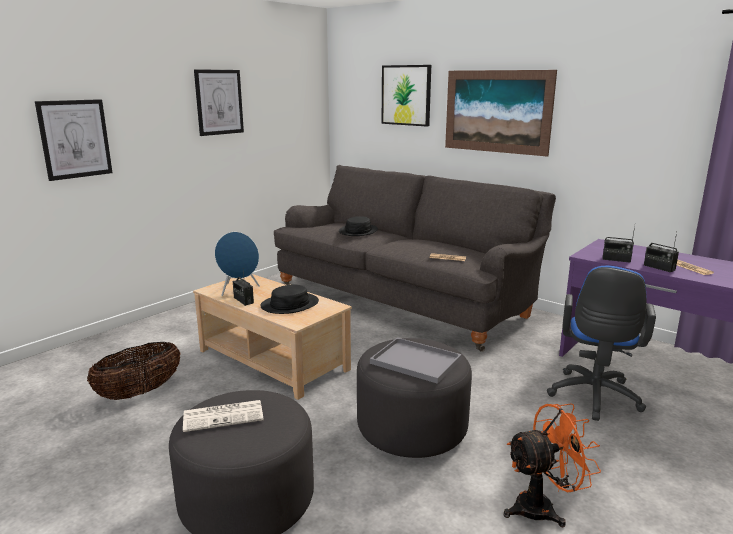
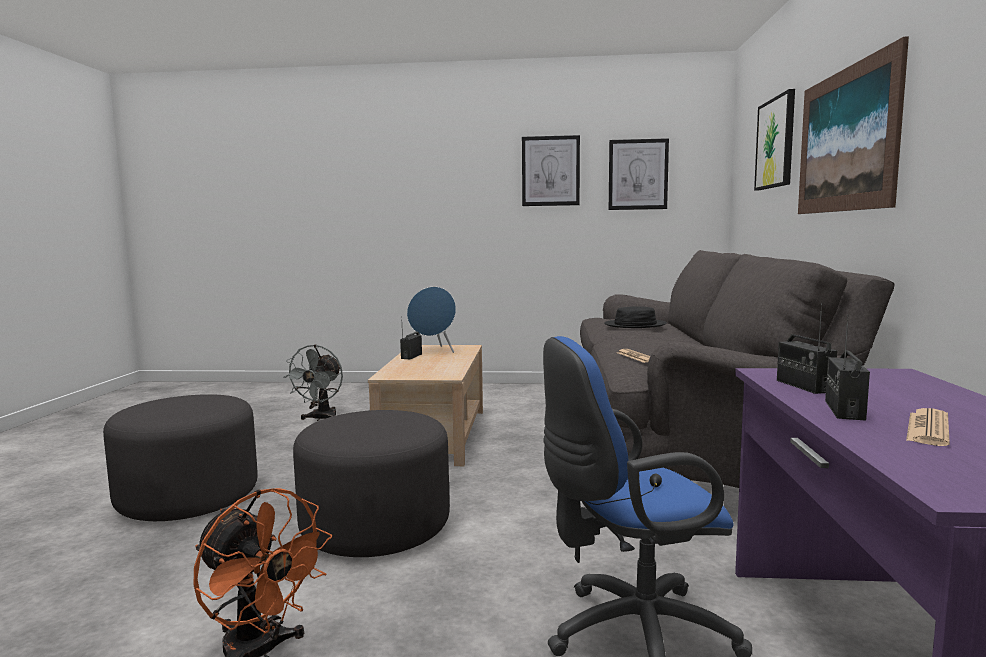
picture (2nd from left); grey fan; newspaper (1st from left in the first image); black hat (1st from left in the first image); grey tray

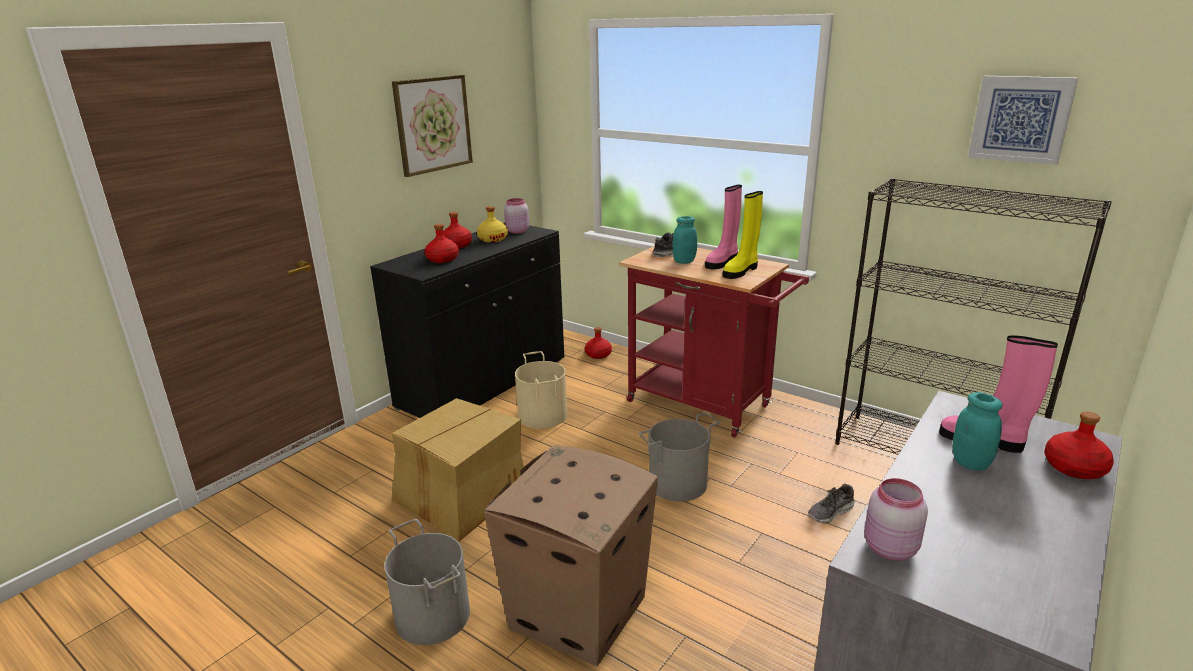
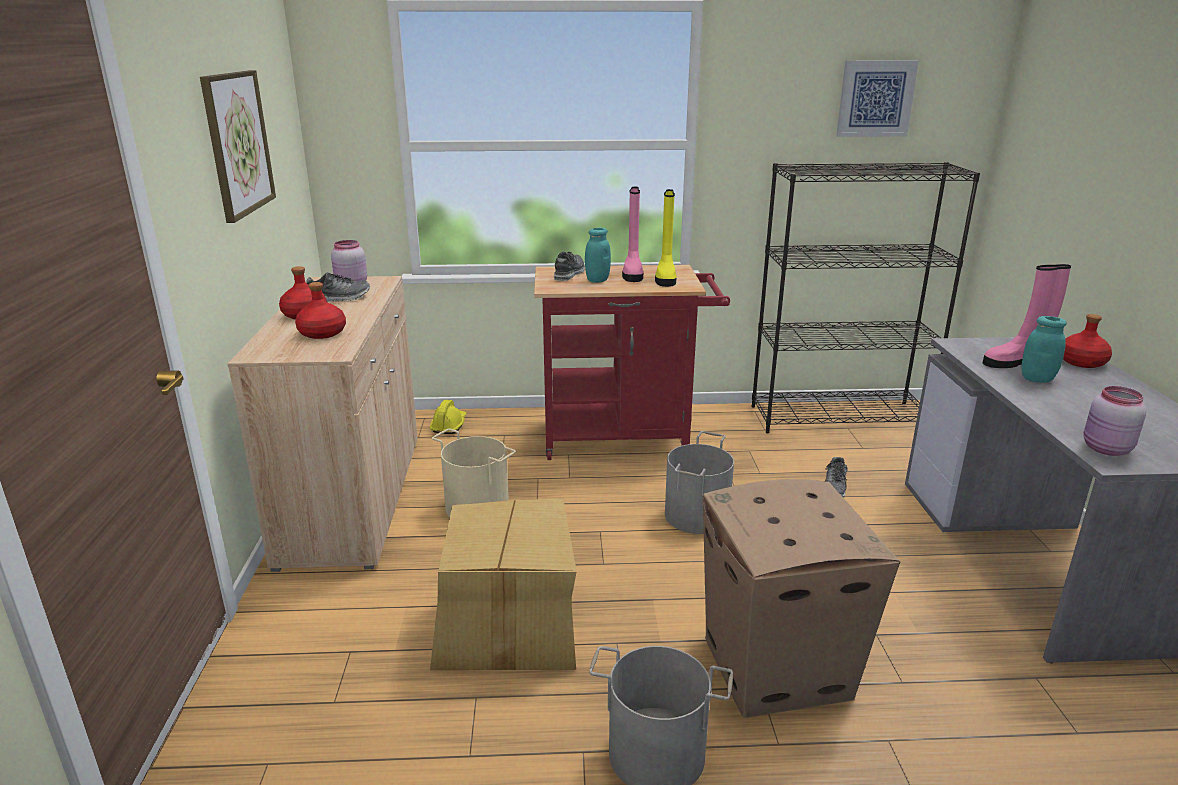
beige cabinet; shoe (1st from left); yellow hard hat

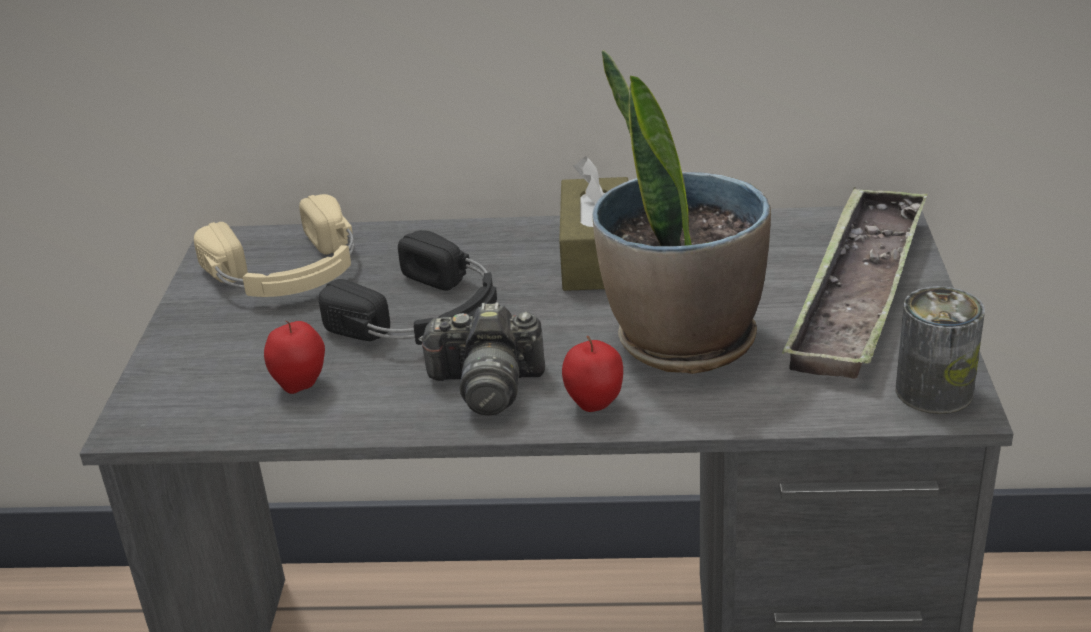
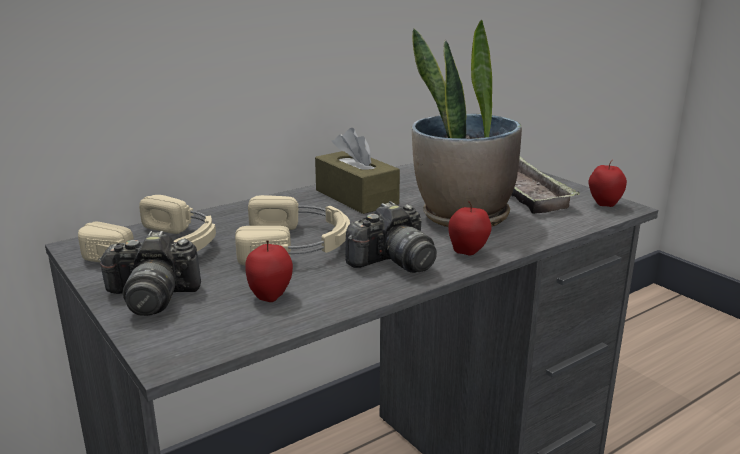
beige headphones (2nd from left); apple (3rd from left); photo camera (1st from left)

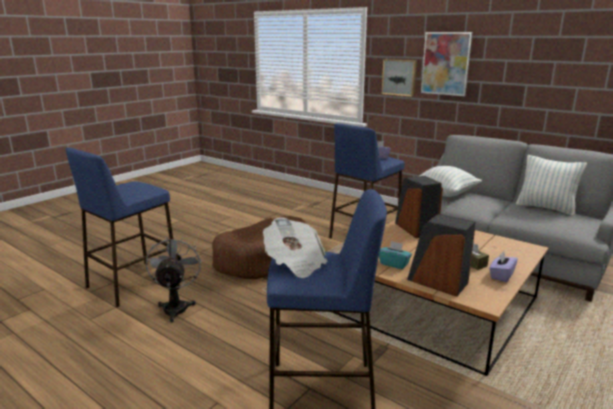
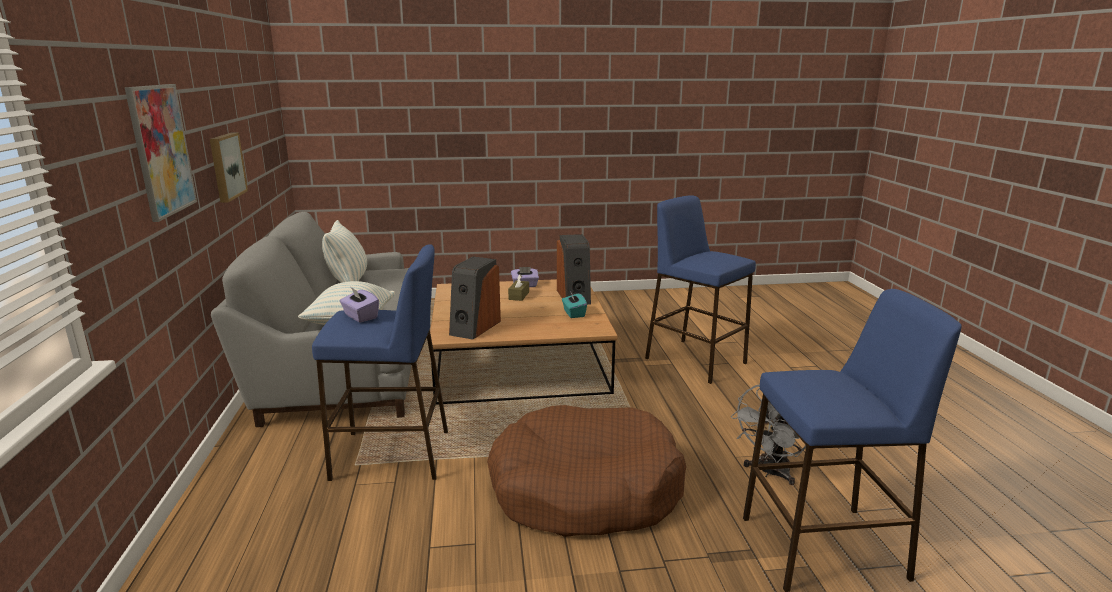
newspaper; picture (2nd from left)

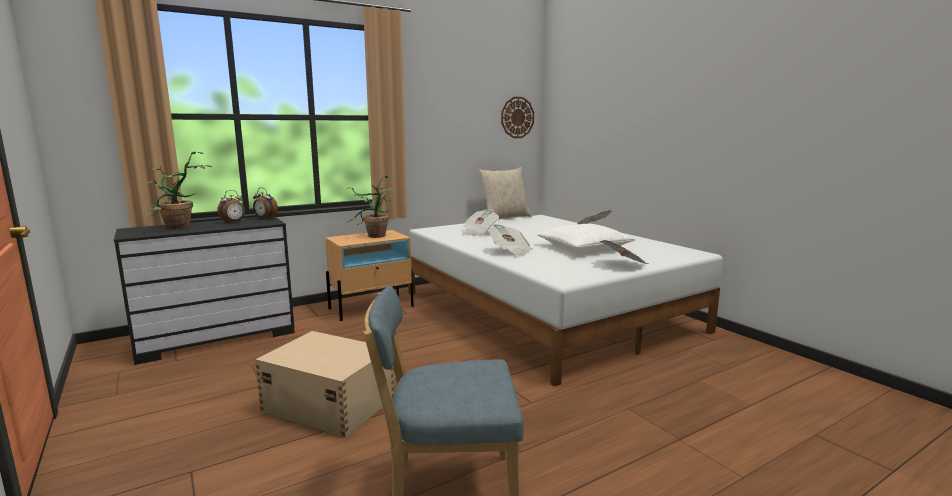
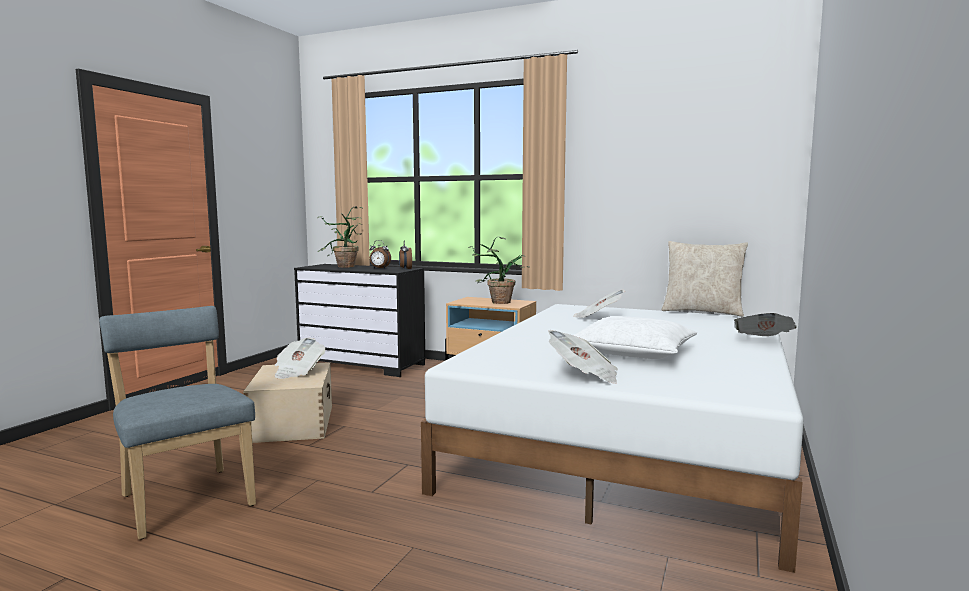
newspaper (1st from left); wall clock

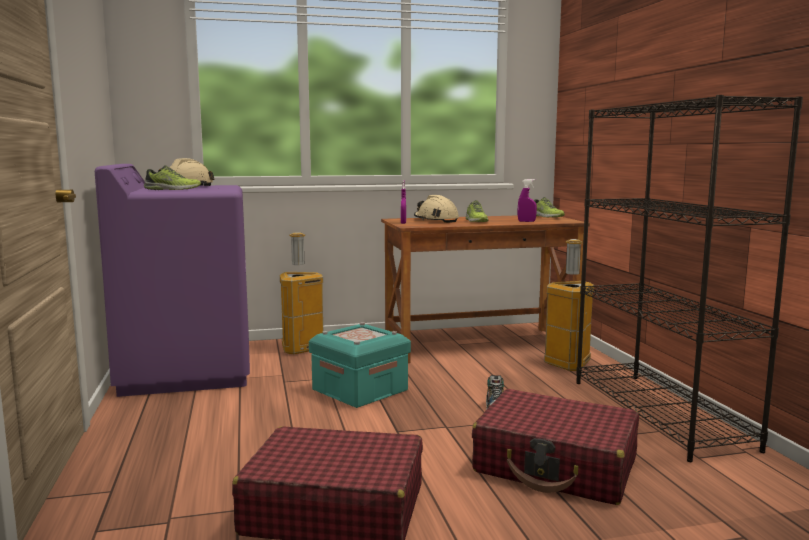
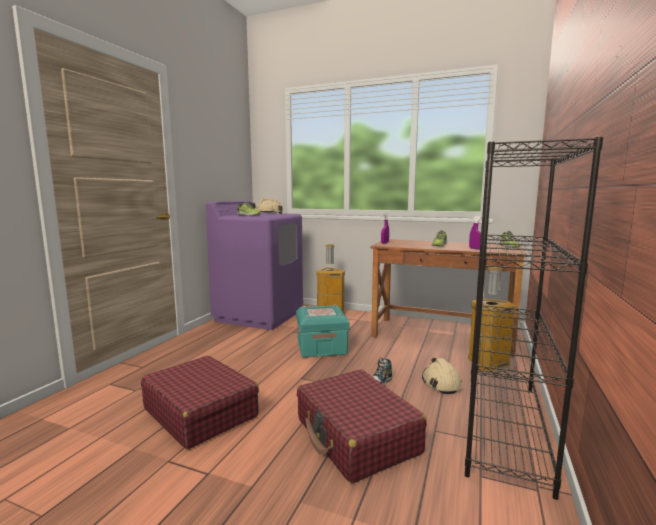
beige hard hat (2nd from left)

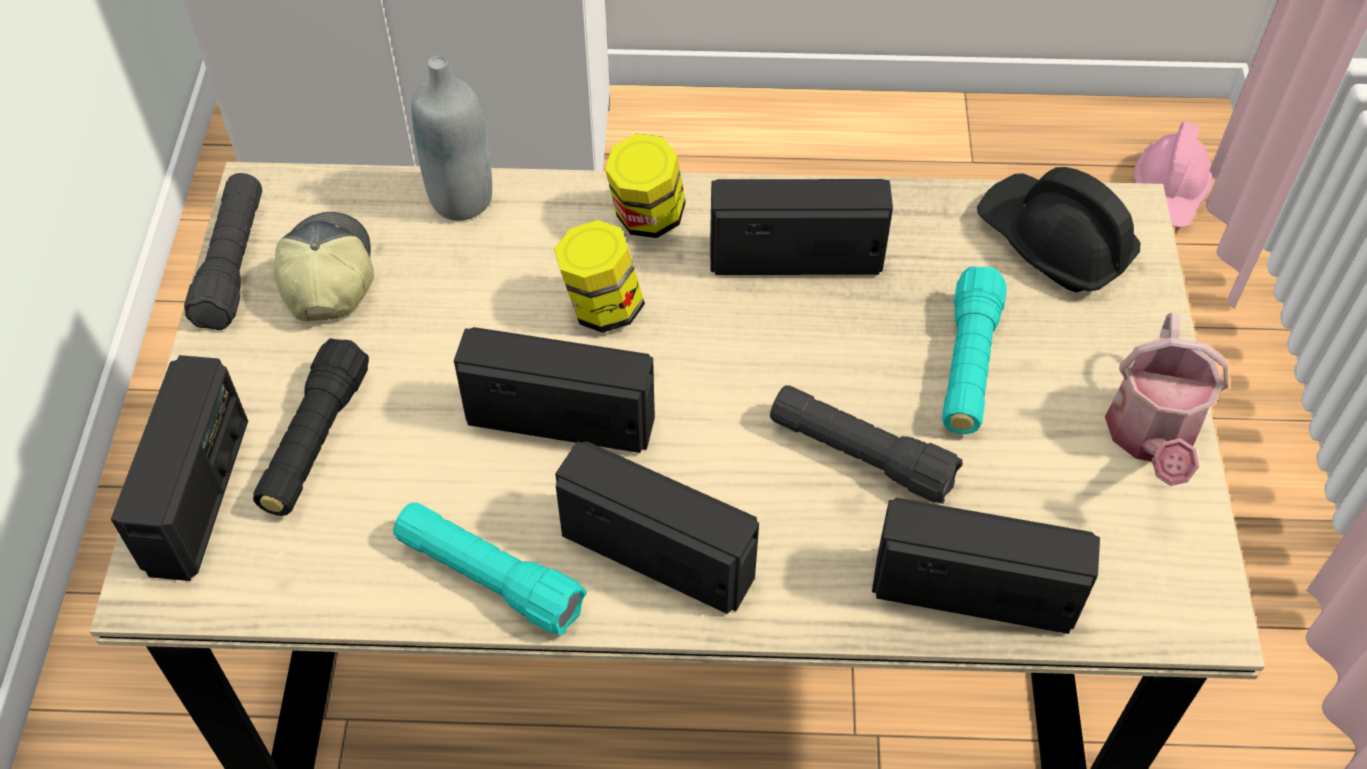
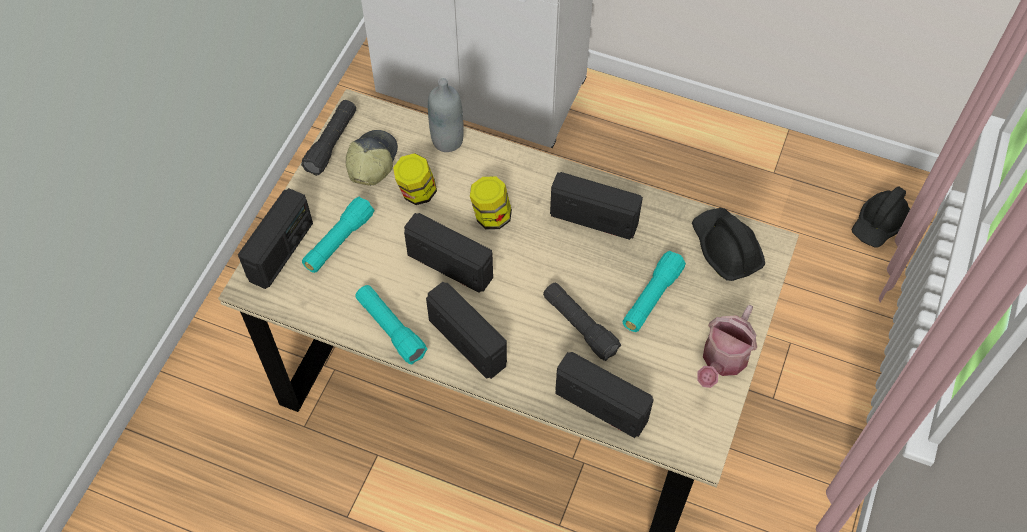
turquoise flashlight (1st from left); jar (1st from left); black hard hat (2nd from left)

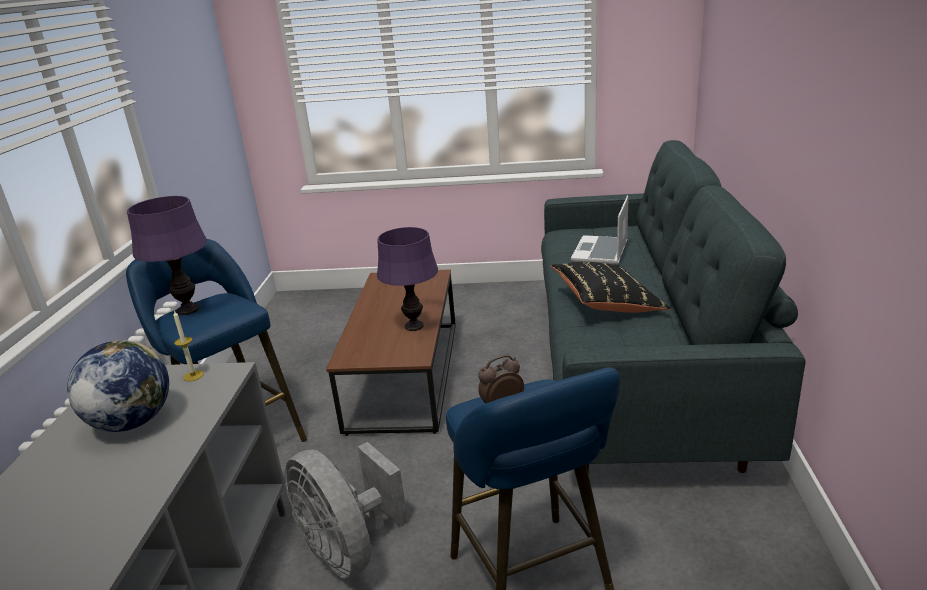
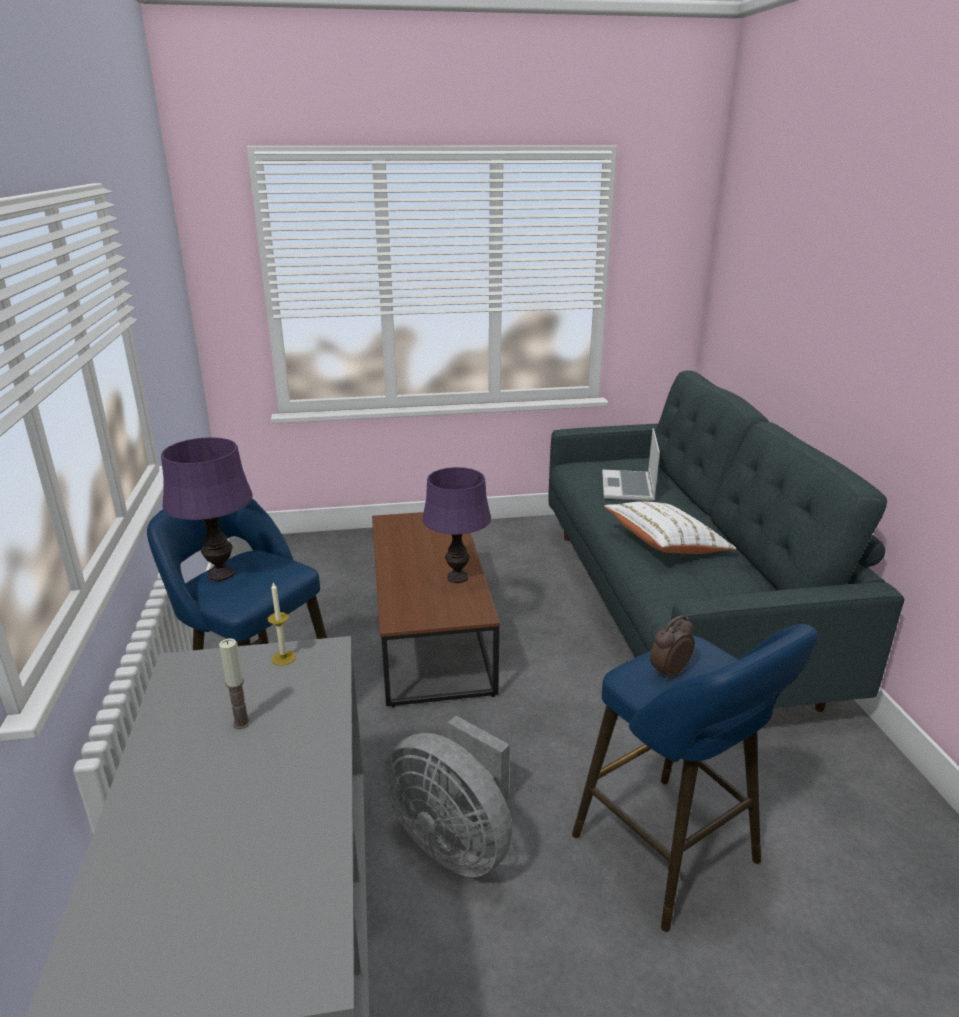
candle (1st from left); white pillow

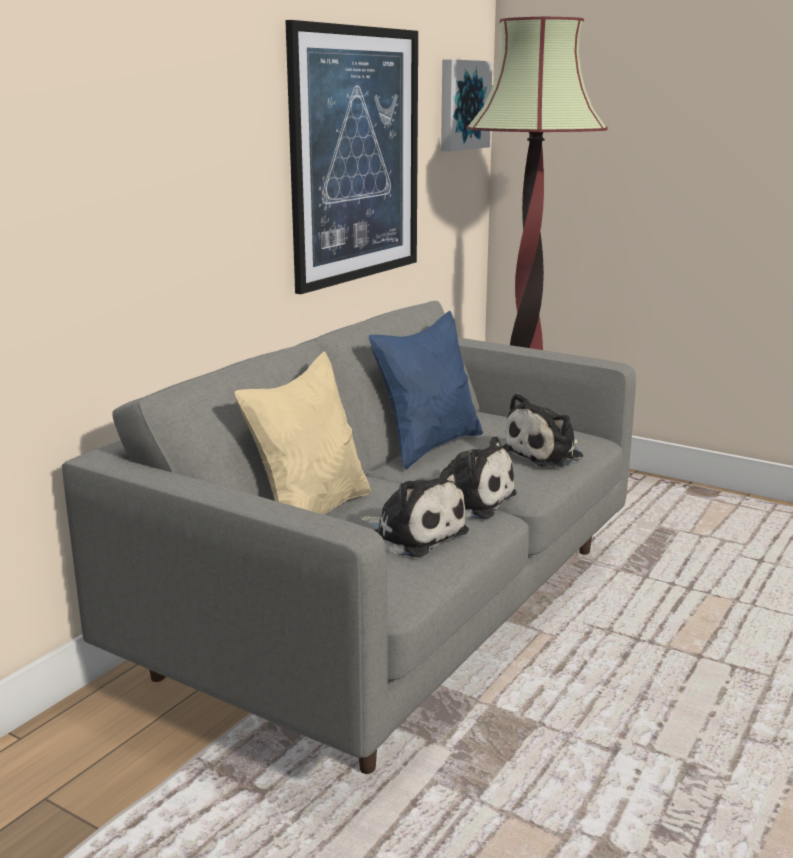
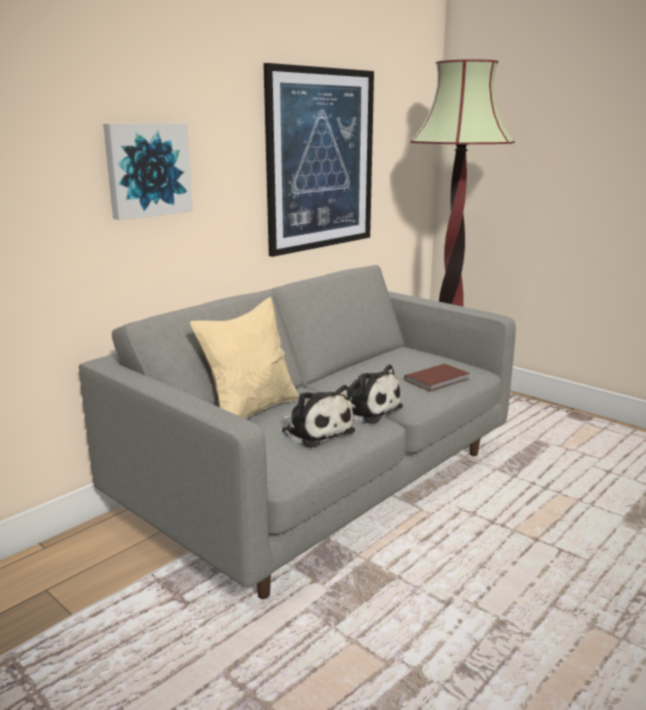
blue pillow; picture (1st from left); brown book

